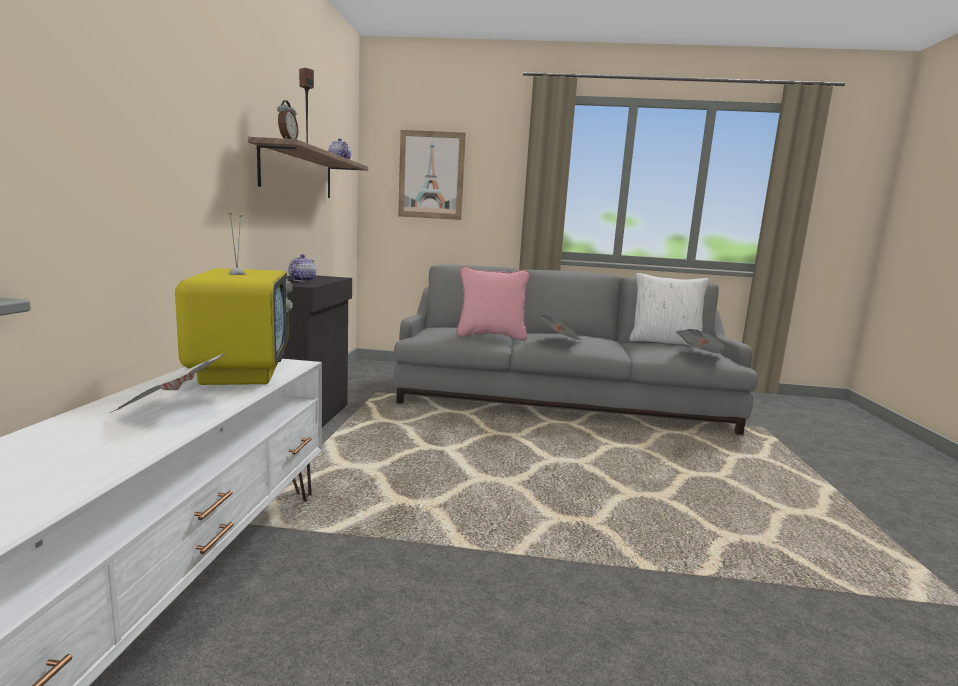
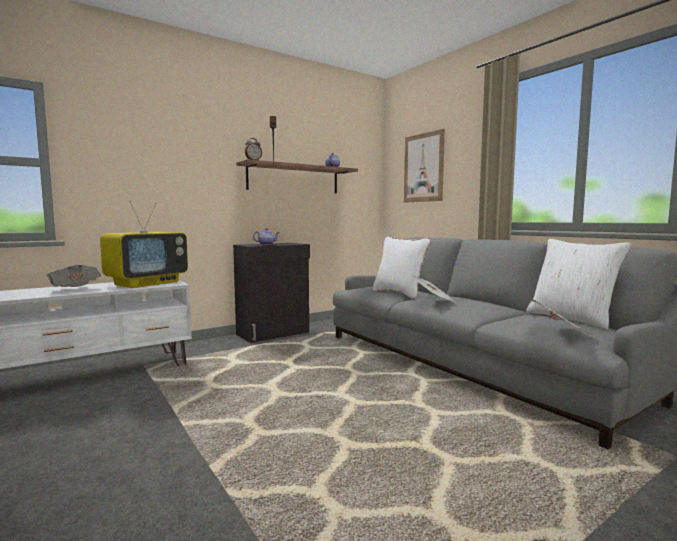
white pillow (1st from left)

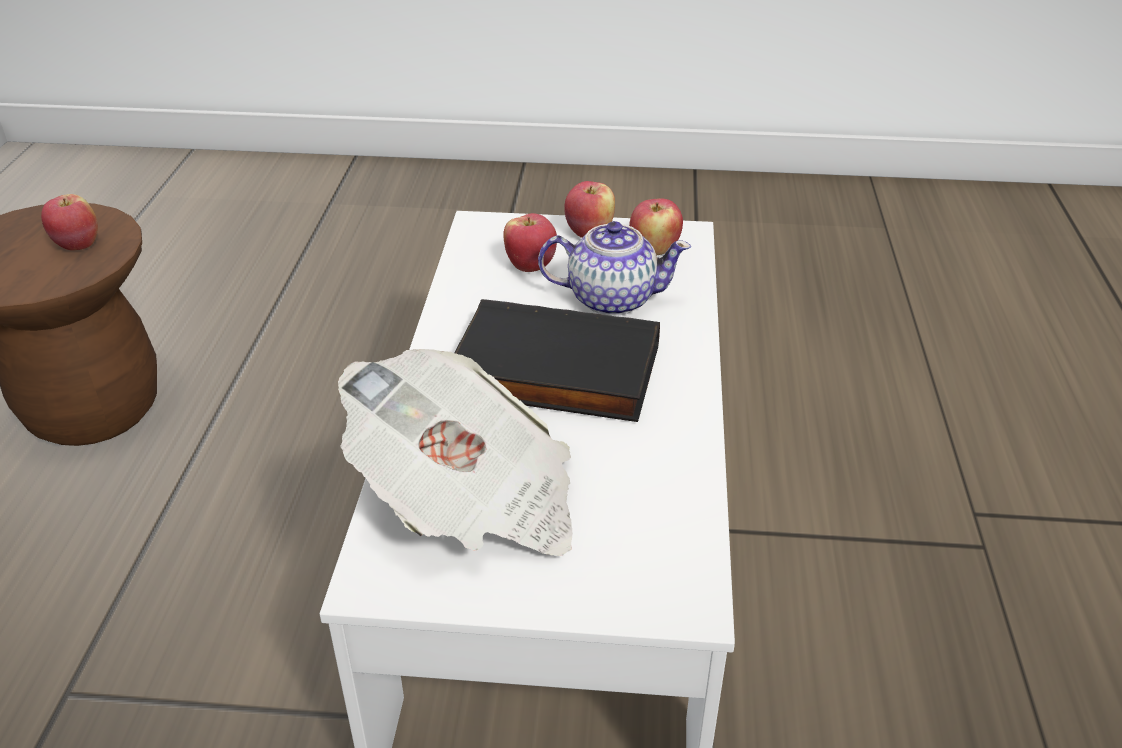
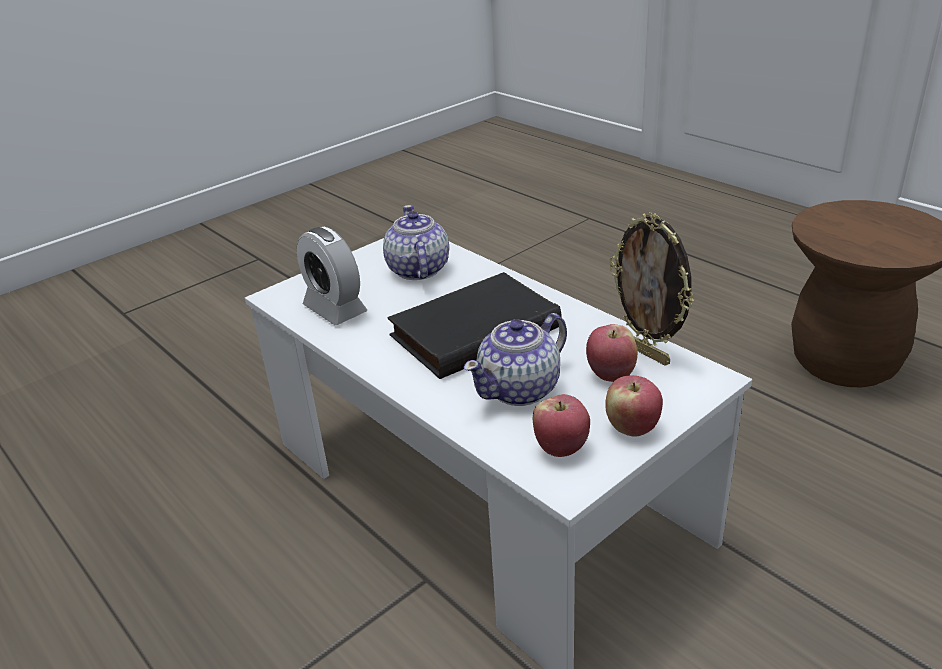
apple (1st from left in the first image); teapot (1st from left); alarm clock; picture frame

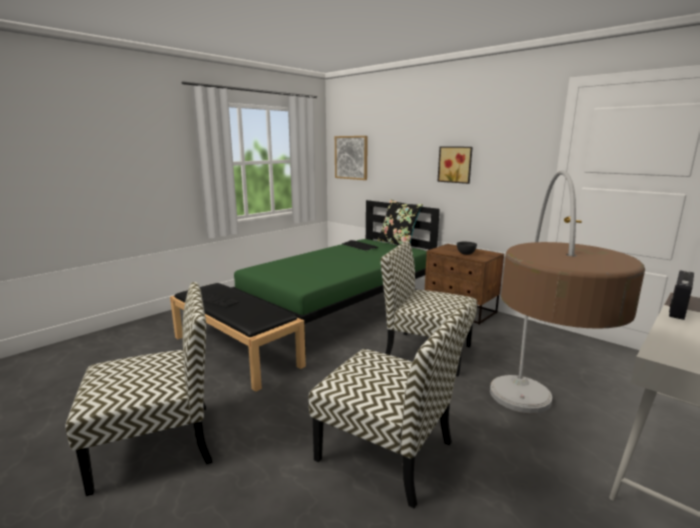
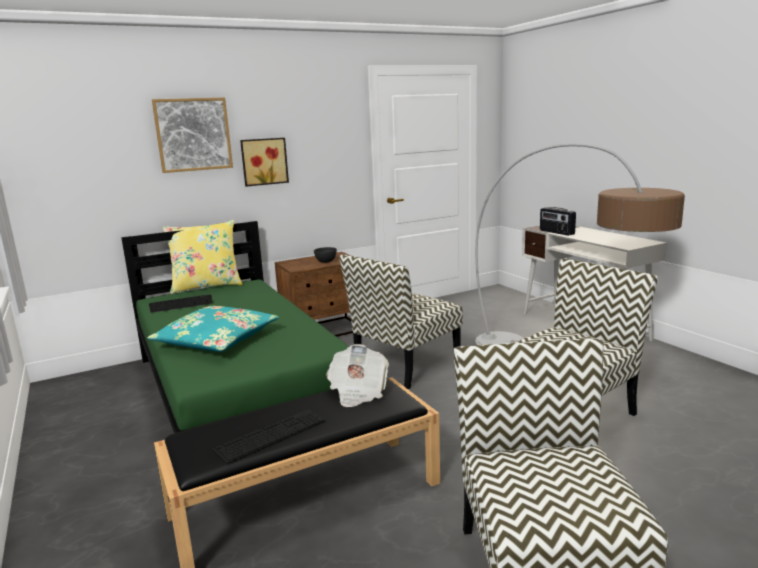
picture (1st from left); yellow pillow; turquoise pillow; newspaper

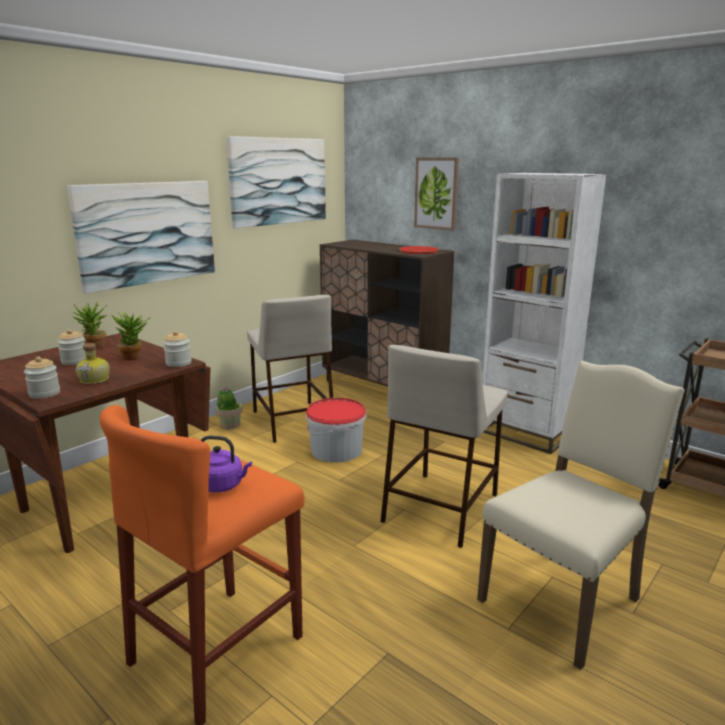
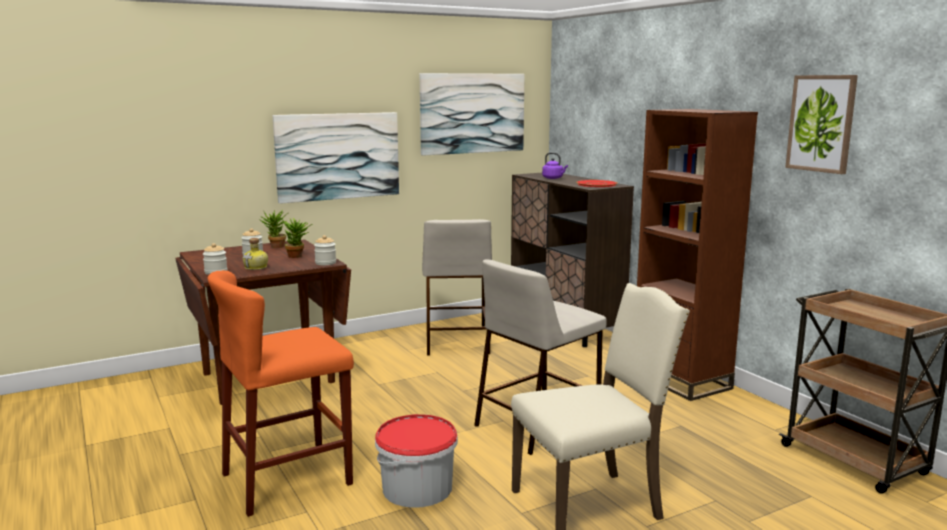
purple kettle; potted plant (3rd from left in the first image); bucket; picture (3rd from left); brown bookcase

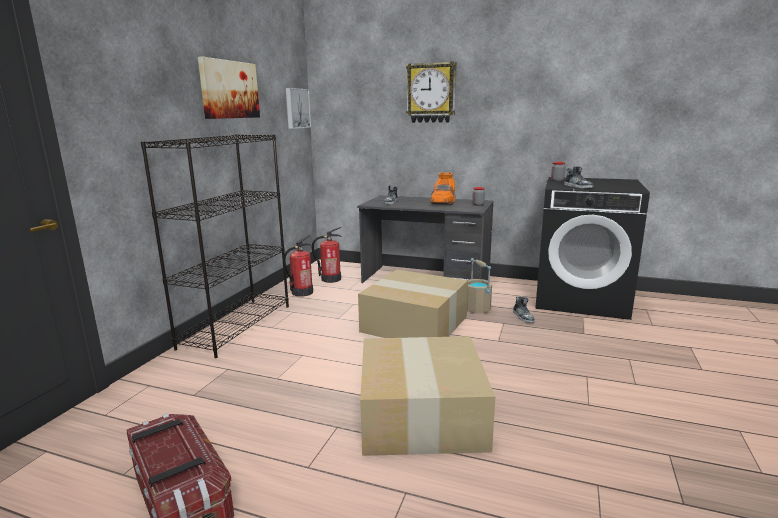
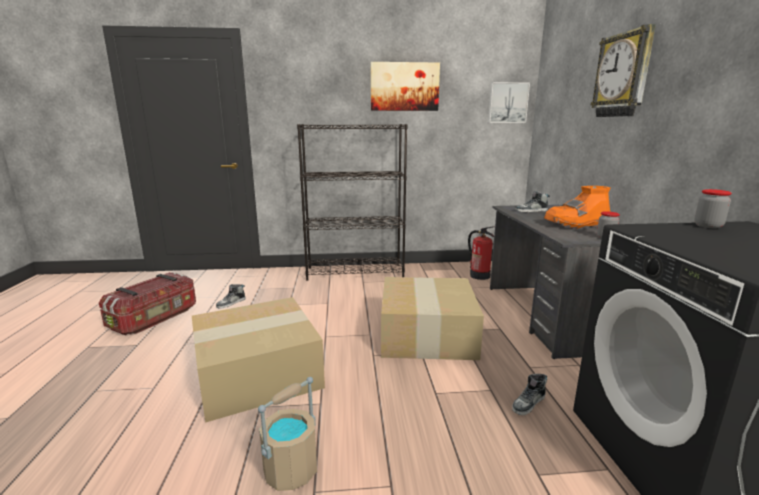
fire extinguisher (1st from left in the first image); beige bucket; shoe (1st from left)

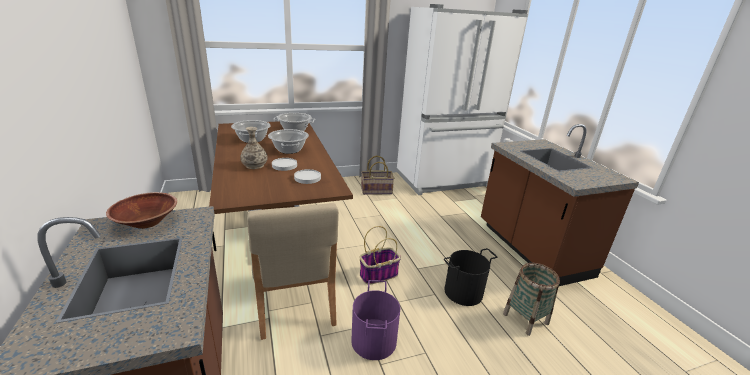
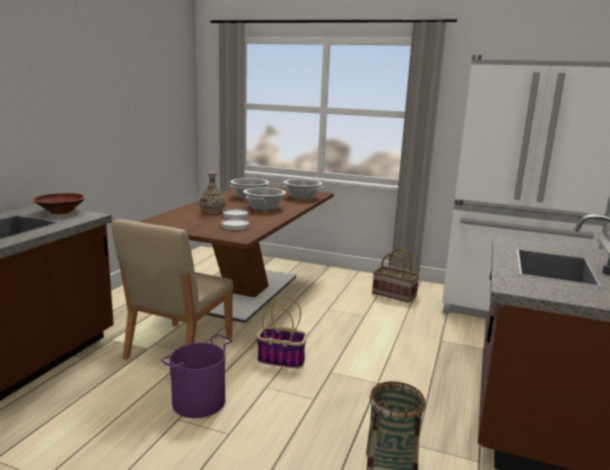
black bucket

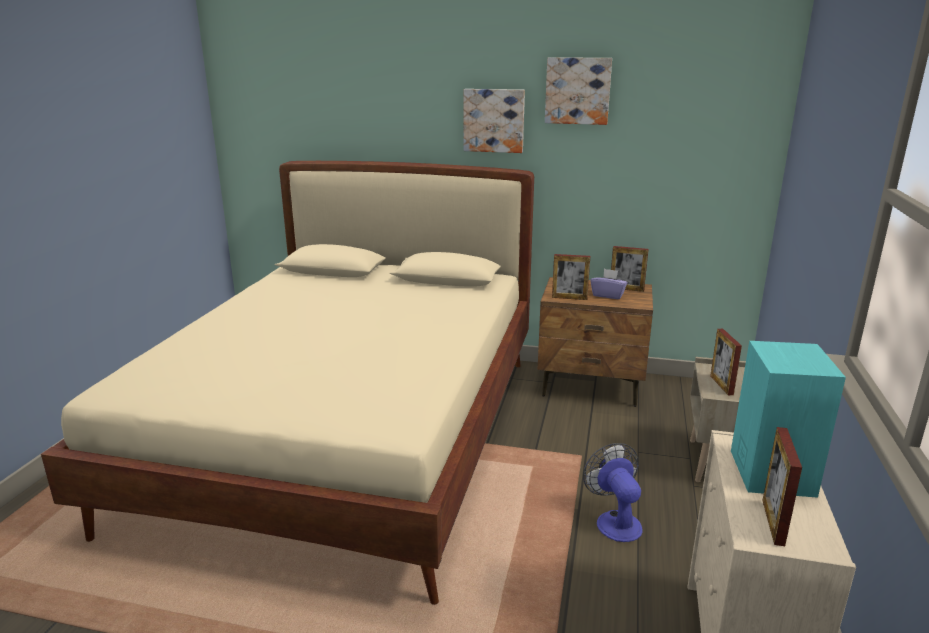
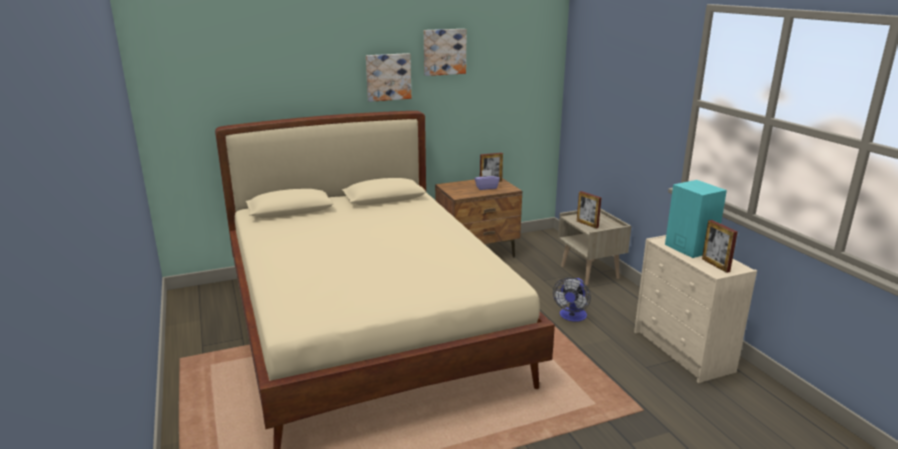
picture frame (1st from left in the first image); fan

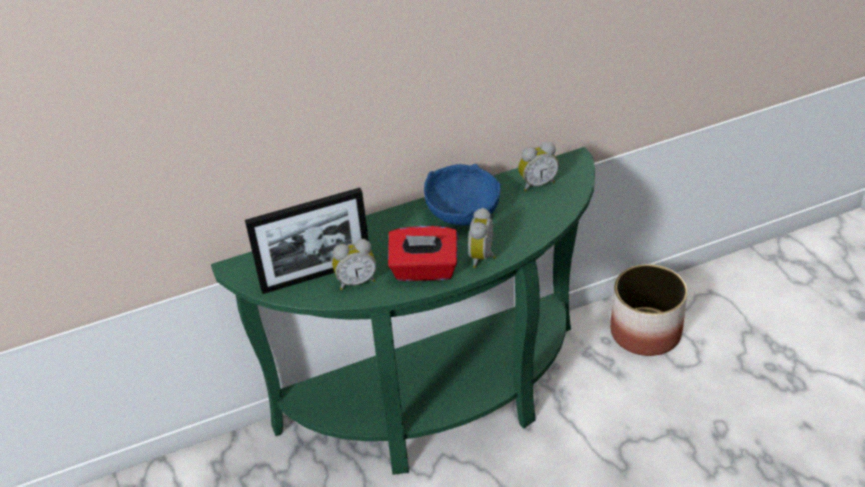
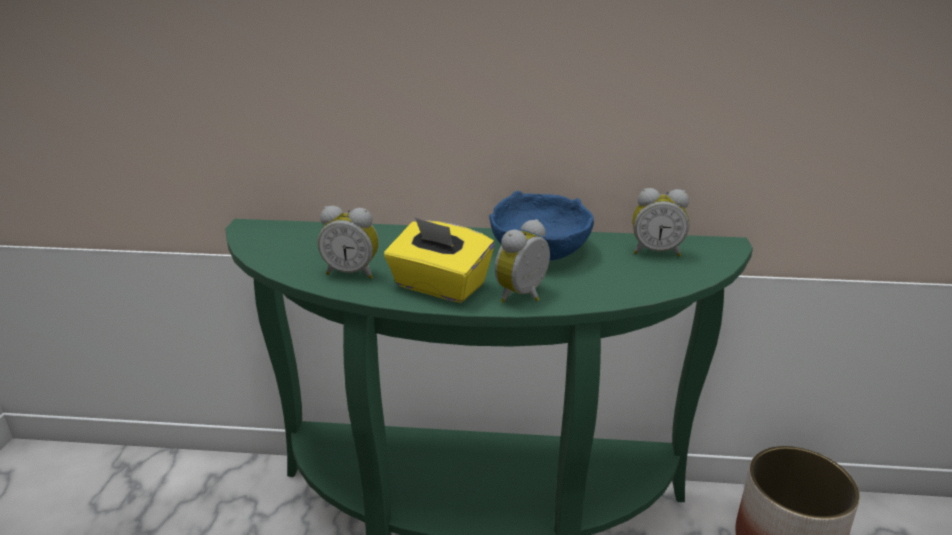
picture frame; yellow tissue box

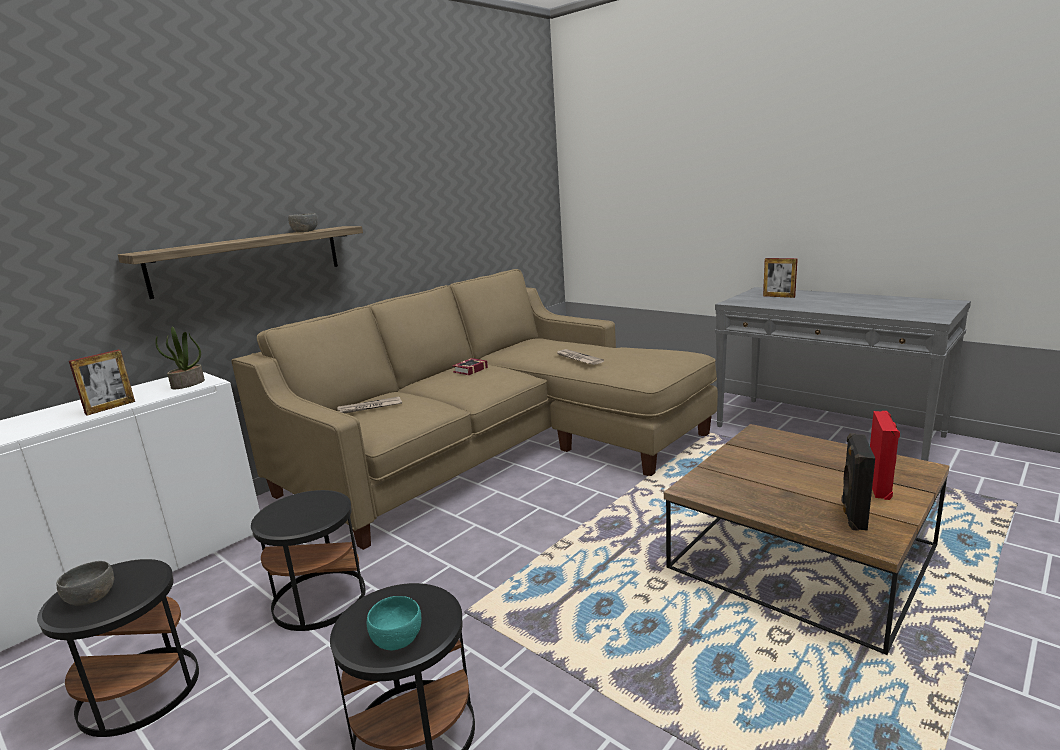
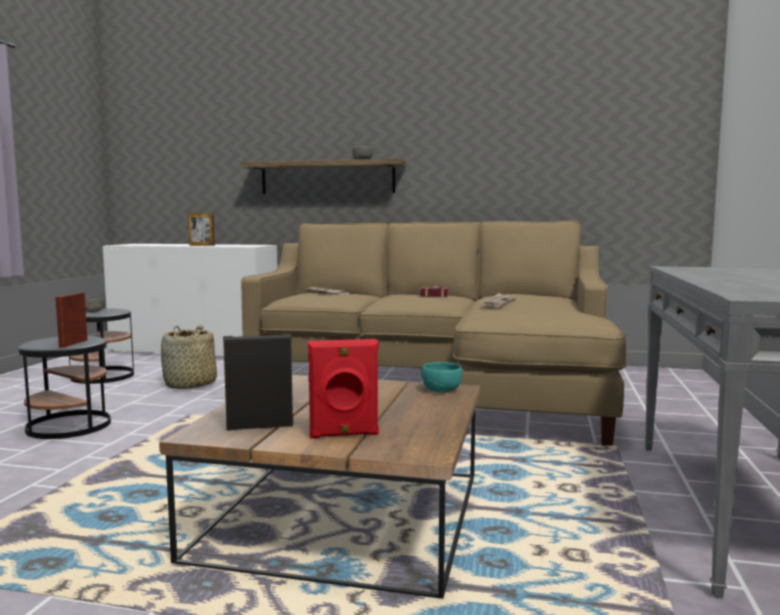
potted plant; basket; turquoise bowl; picture frame (1st from left)

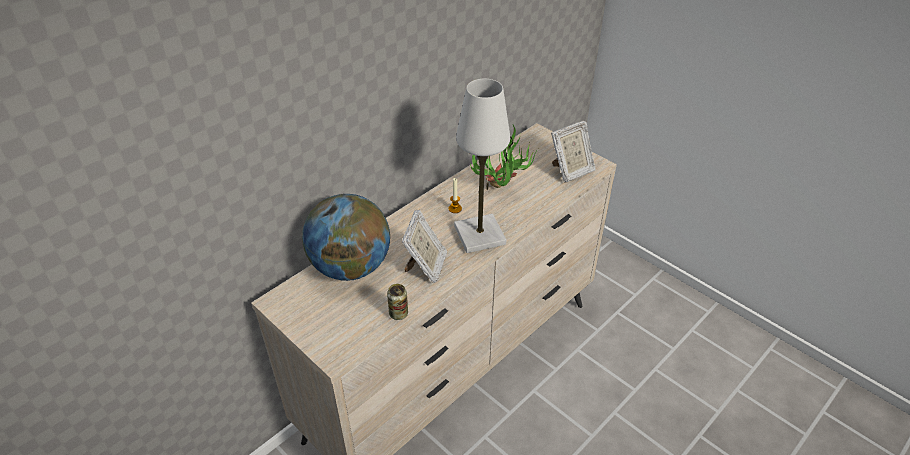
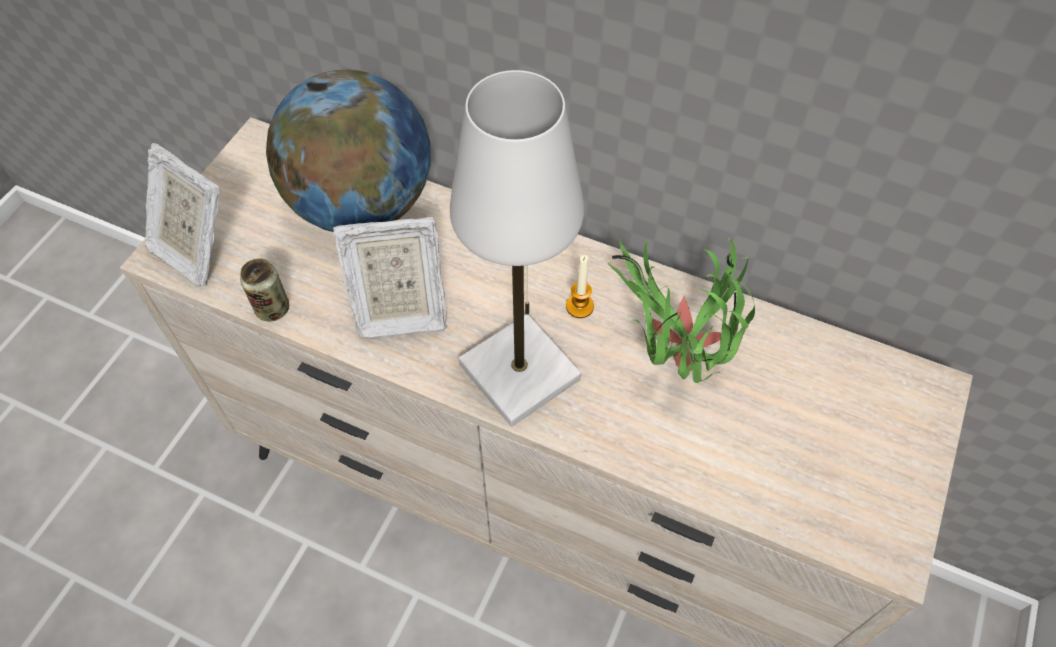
picture frame (1st from left)

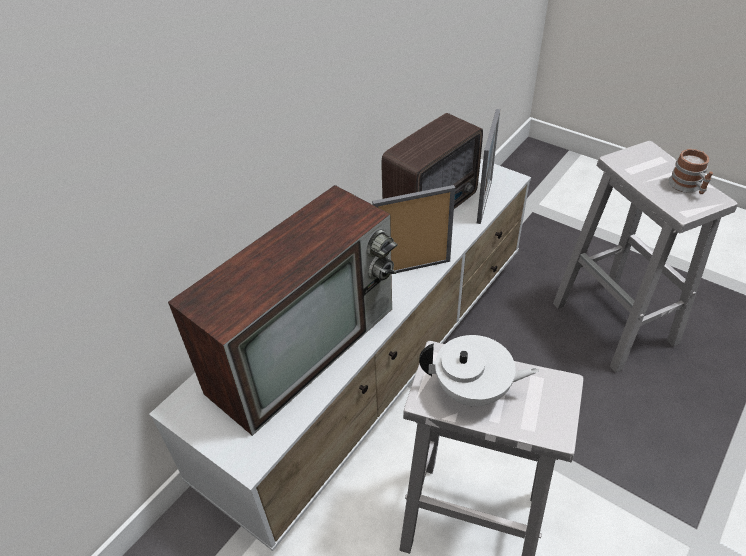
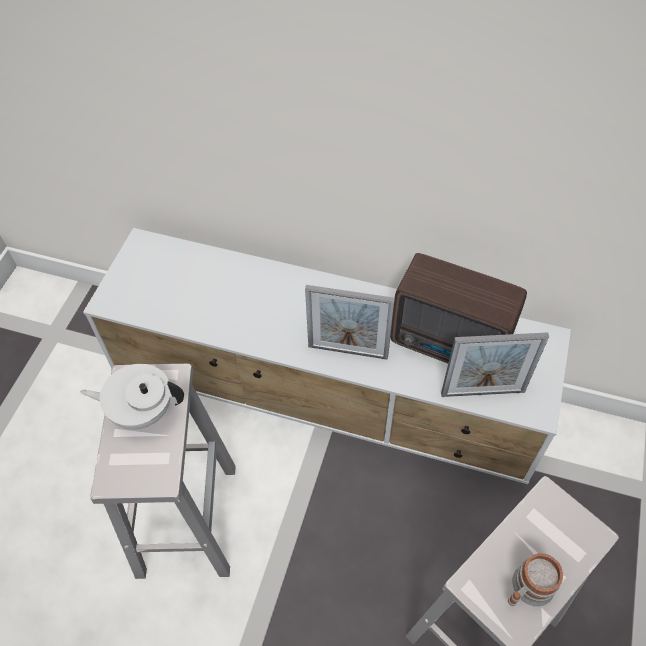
television; picture frame (1st from left); white teapot

